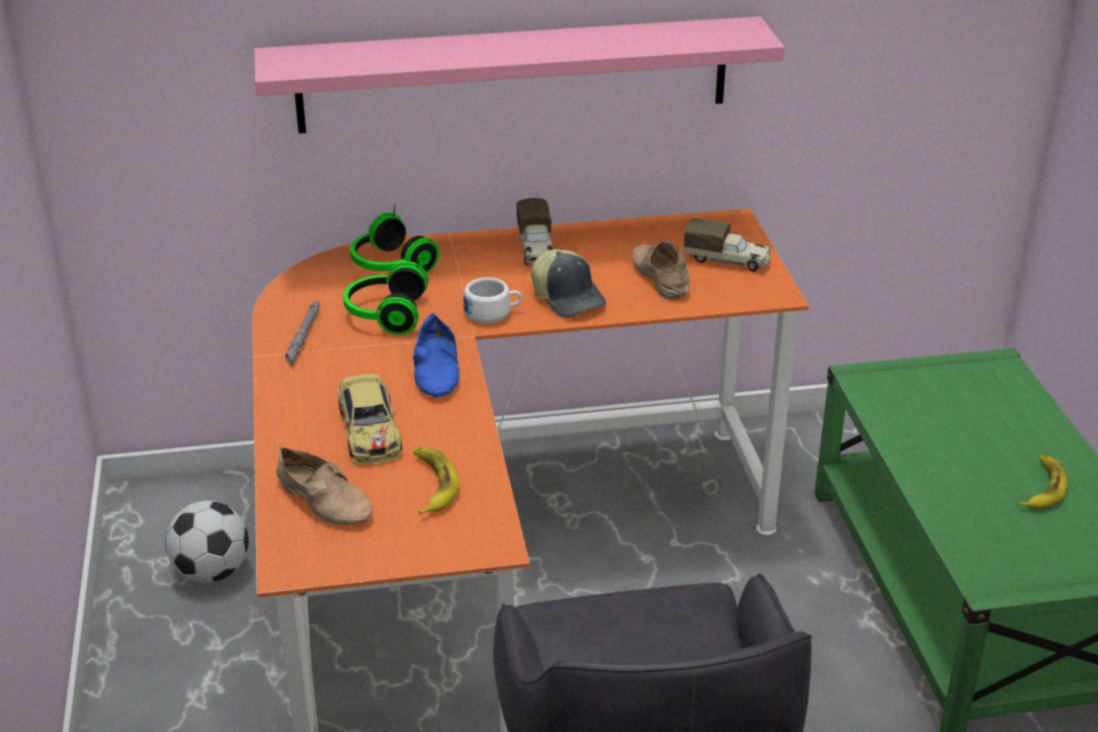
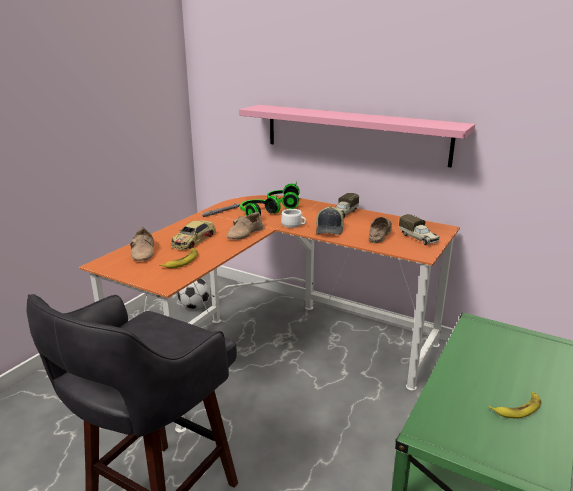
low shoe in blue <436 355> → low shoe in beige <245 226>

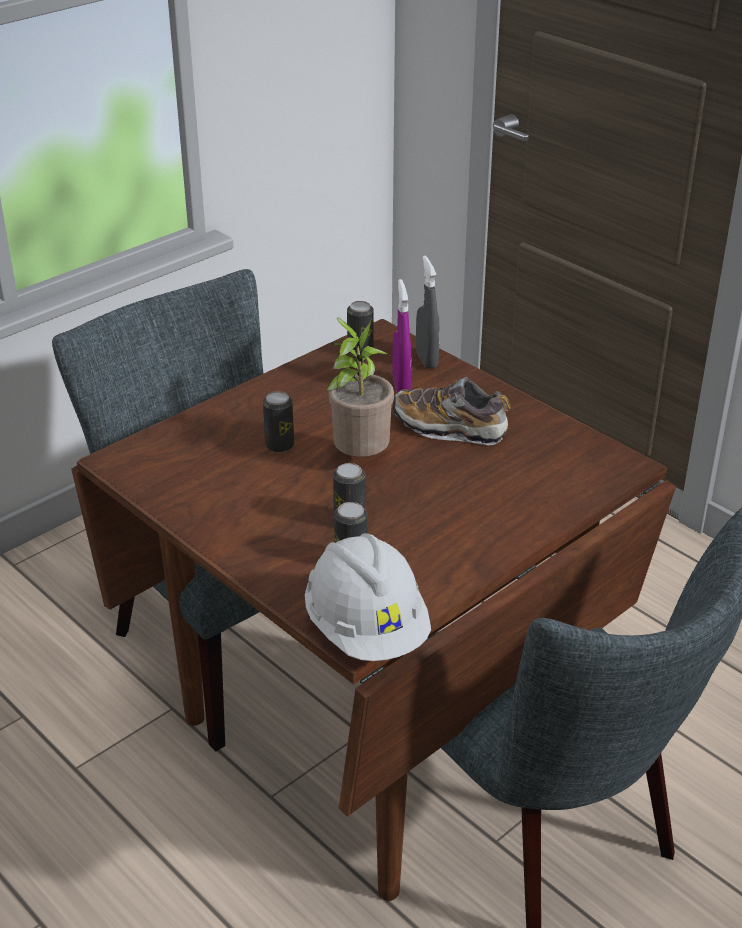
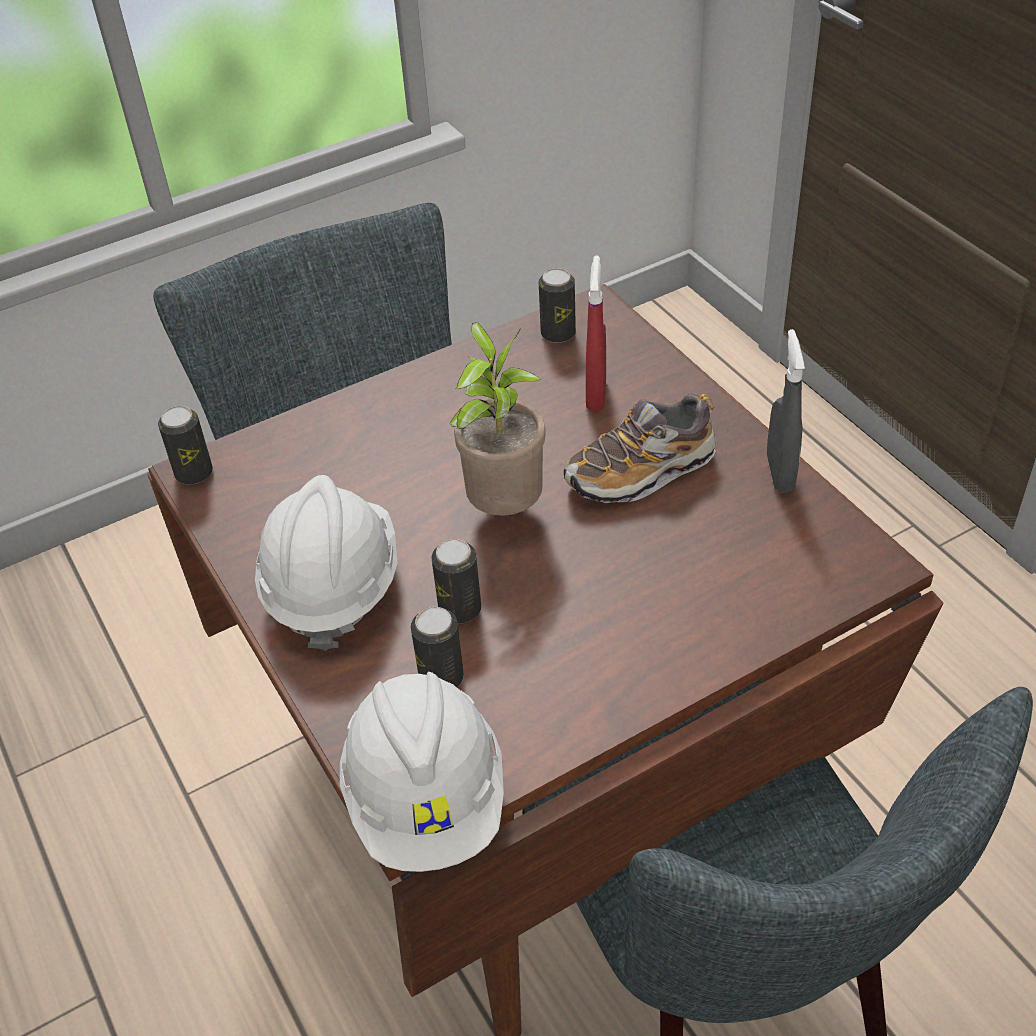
hand sprayer in gray <428 312> → hand sprayer in gray <786 410>, move
hand sprayer in purple-coloured <401 336> → hand sprayer in red <596 333>
low shoe <452 411> → low shoe <640 448>, 60 degrees counterclockwise
can <278 422> → can <185 445>, move
- → safety helmet in whitish <326 562>

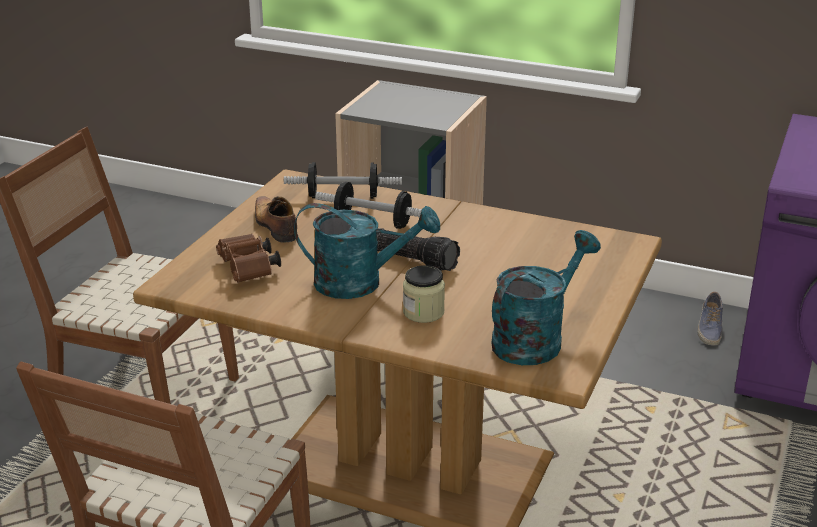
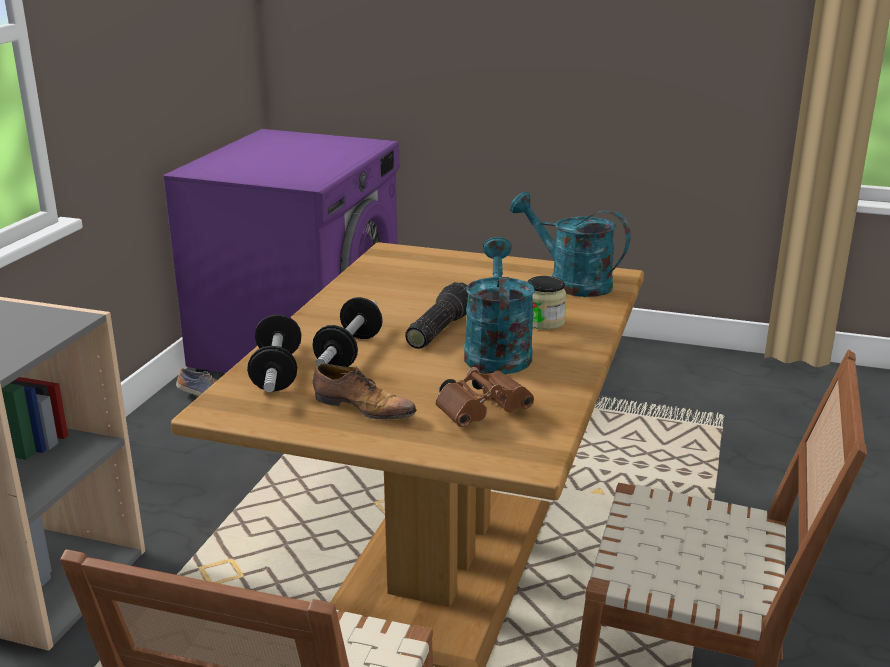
low shoe <276 219> → low shoe <365 391>, 120 degrees counterclockwise

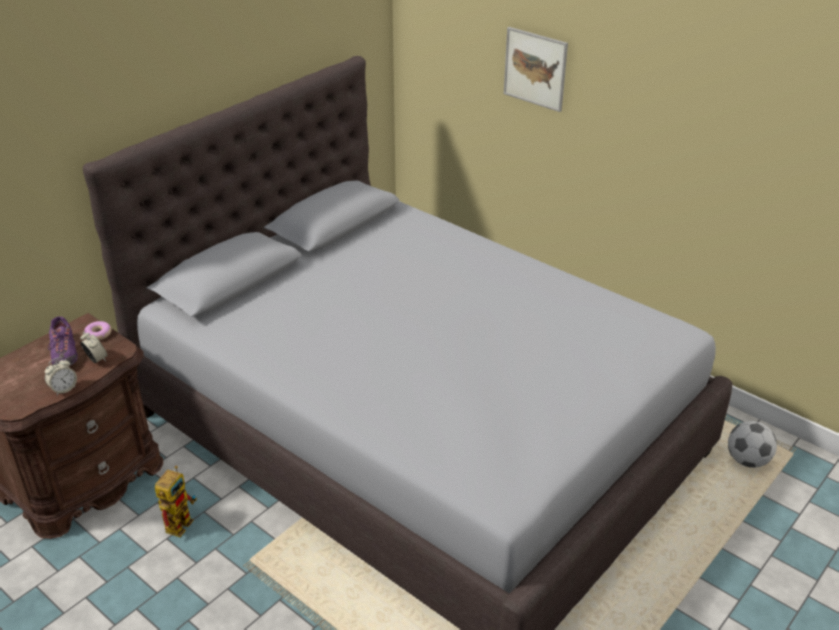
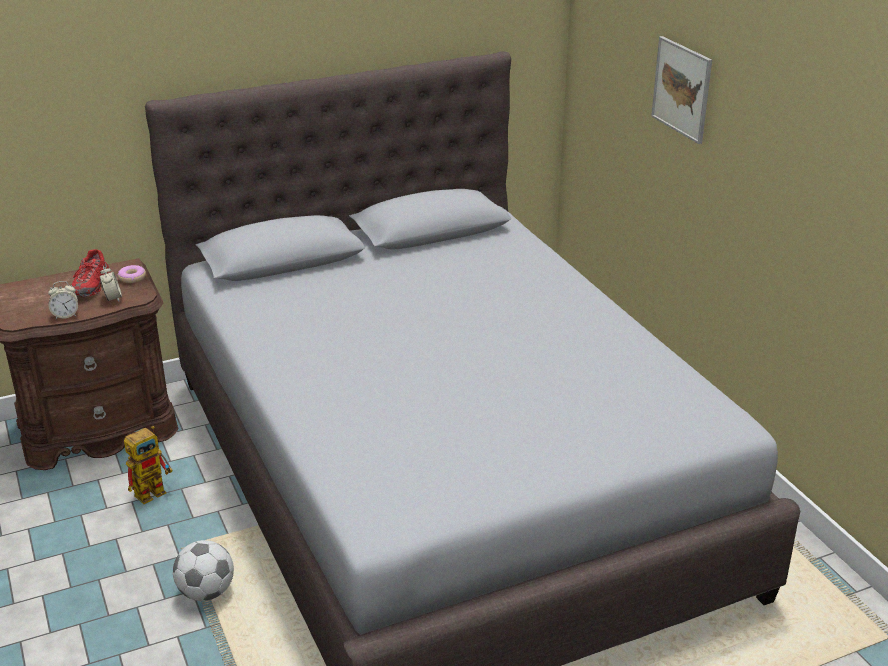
low shoe in purple-coloured <63 341> → low shoe in red <90 273>
ball for football <752 444> → ball for football <203 570>, move

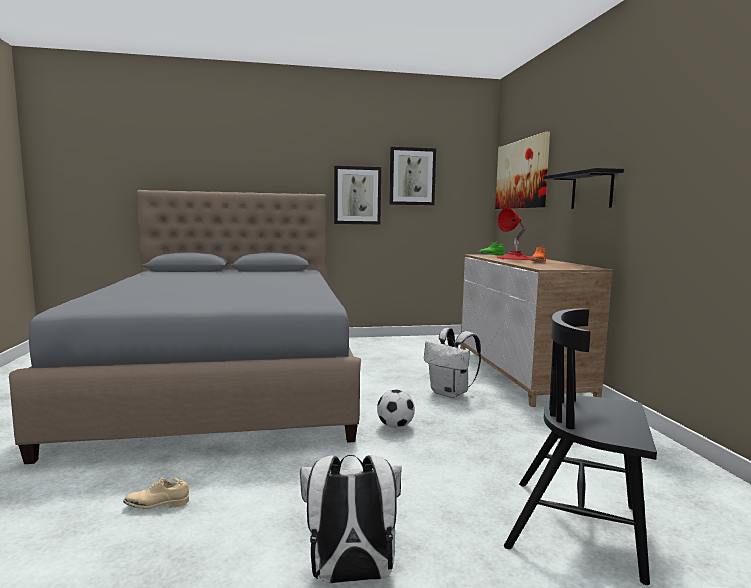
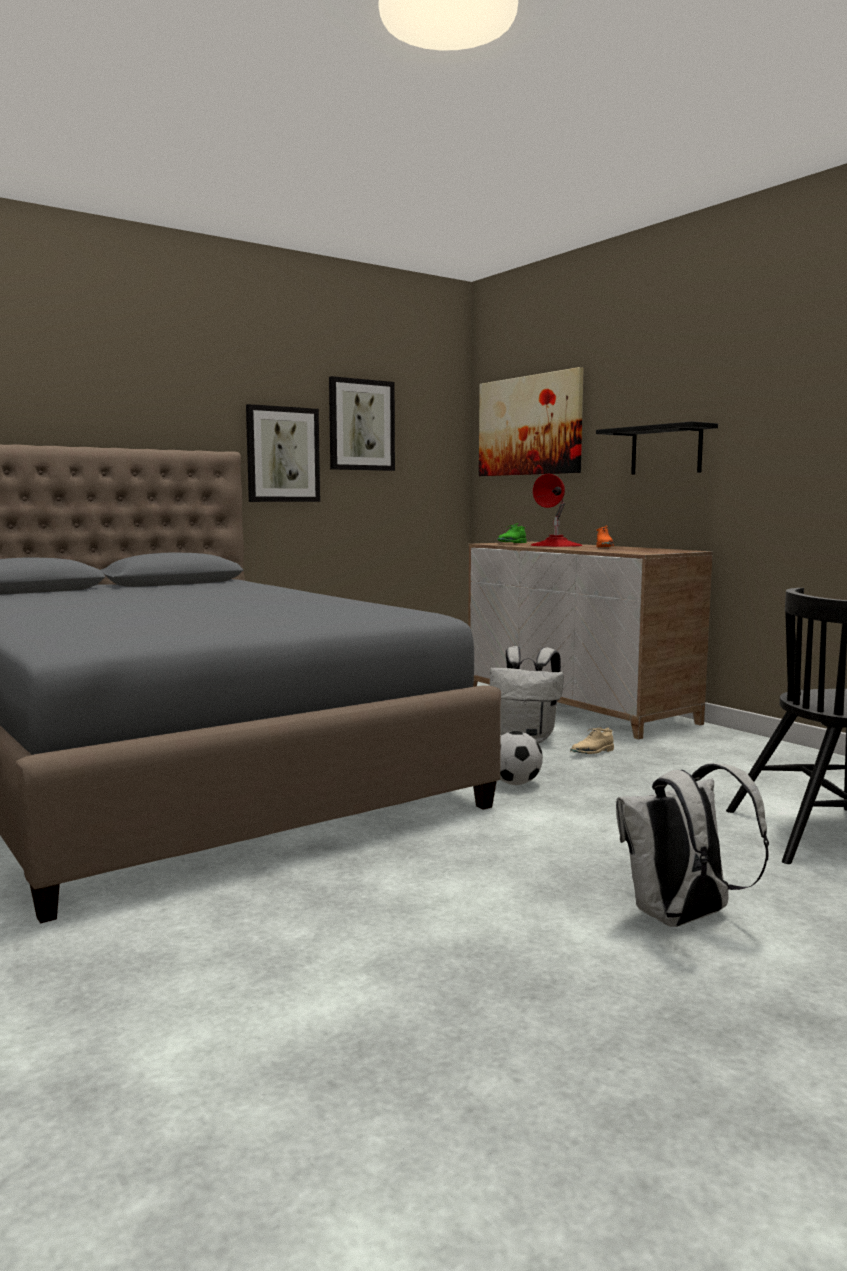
low shoe in beige <156 493> → low shoe in beige <592 740>, move

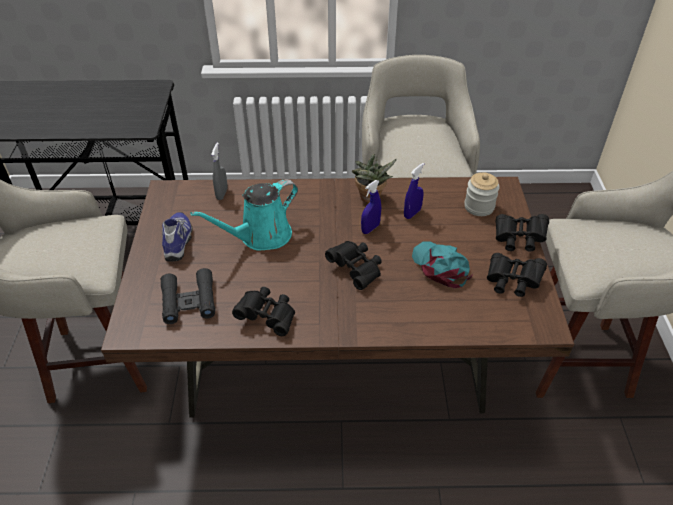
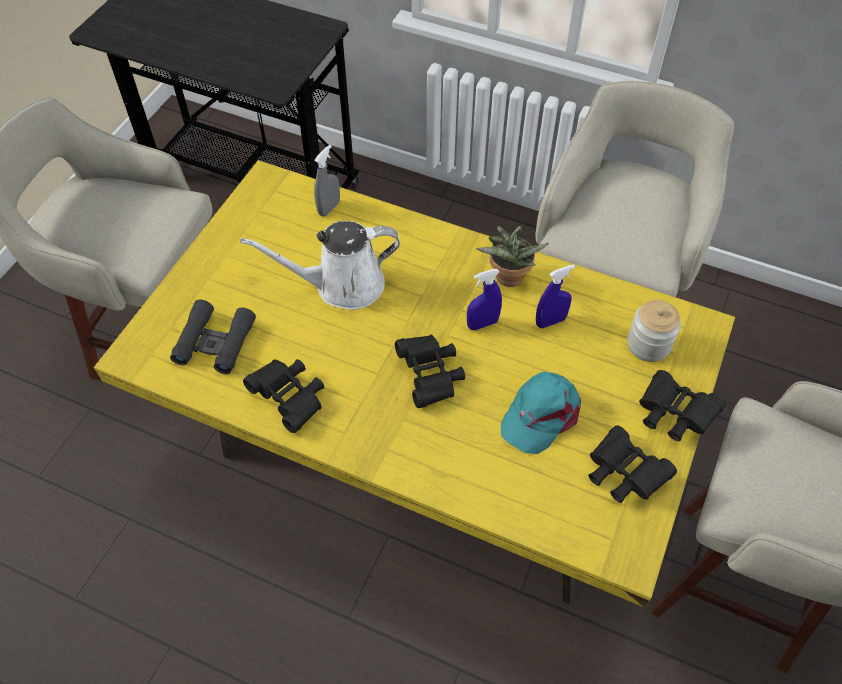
dining table in brownish <337 297> → dining table in yellowish <414 384>
watering can in turquoise <244 215> → watering can in whitish <320 265>
low shoe <177 237> → -
baseball cap in turquoise <442 265> → baseball cap in turquoise <541 413>, 135 degrees counterclockwise

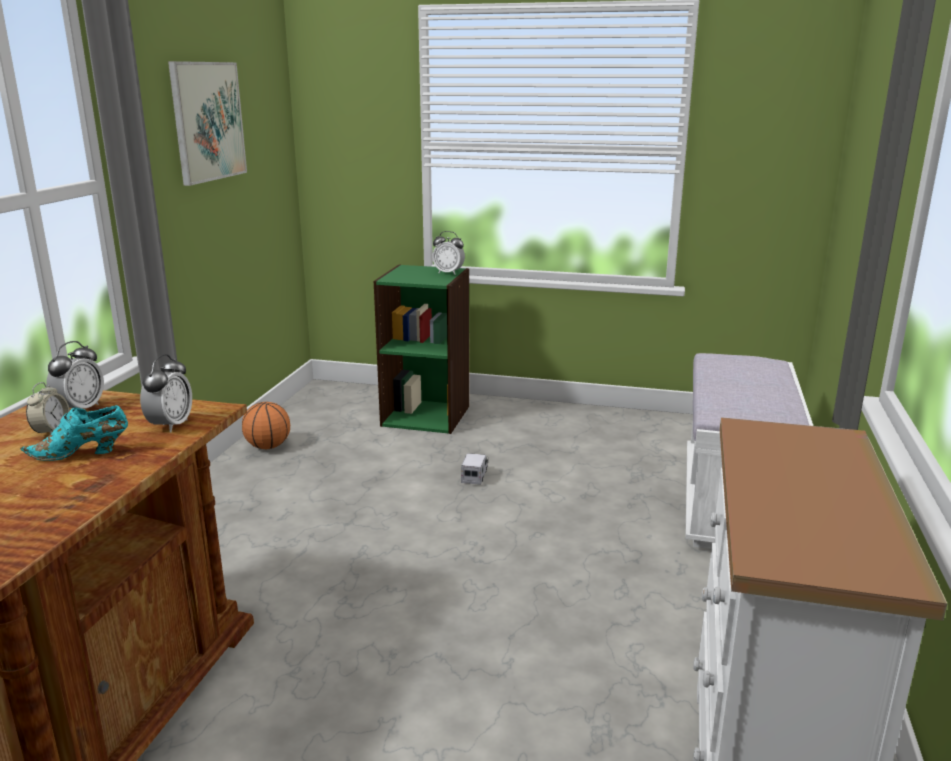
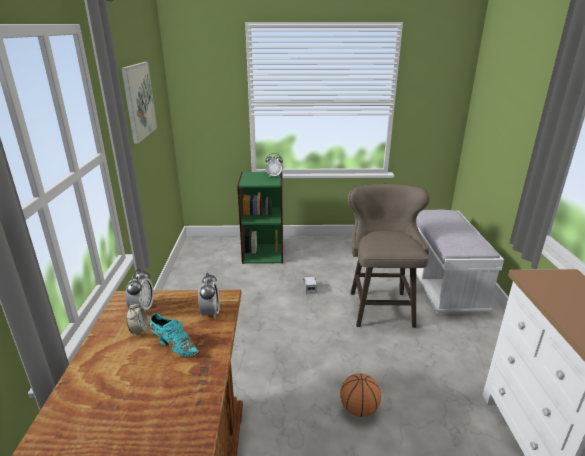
basketball <266 425> → basketball <360 395>, move
low shoe in turquoise <74 433> → low shoe in turquoise <174 335>, 120 degrees counterclockwise
- → stool seat in beige <389 255>

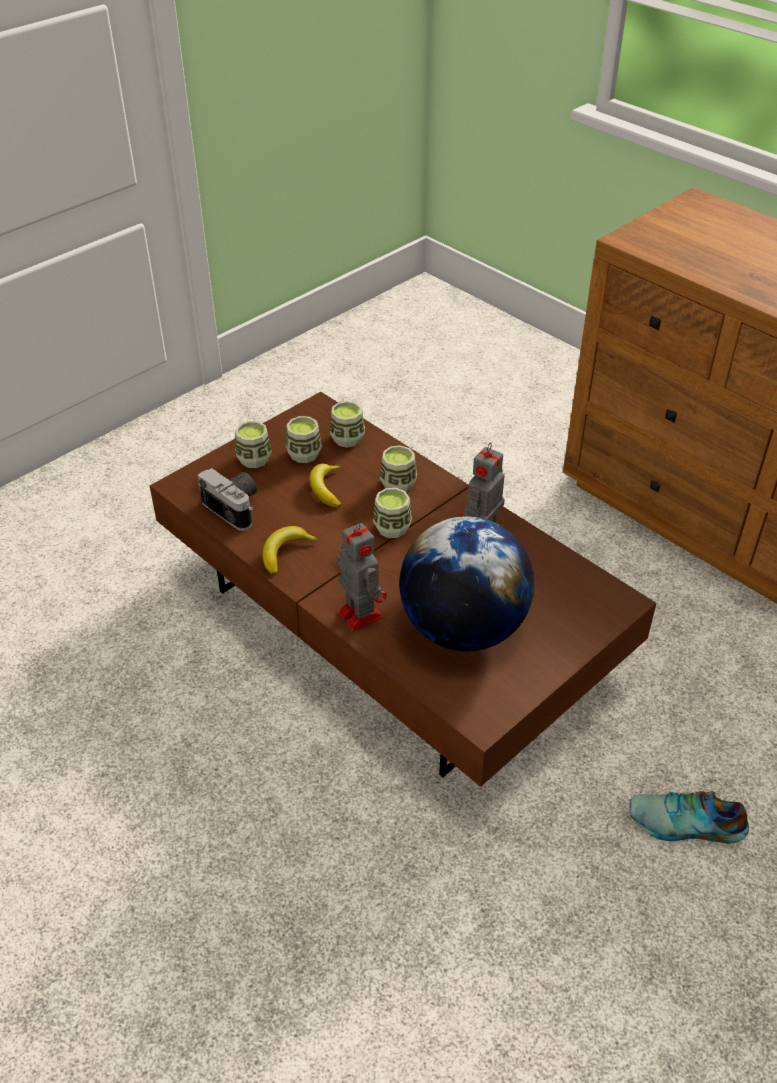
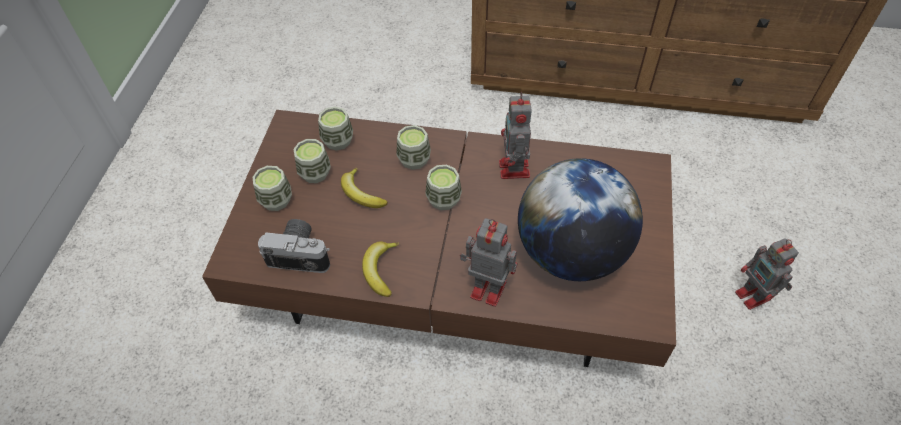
low shoe <689 817> → model robot <767 274>

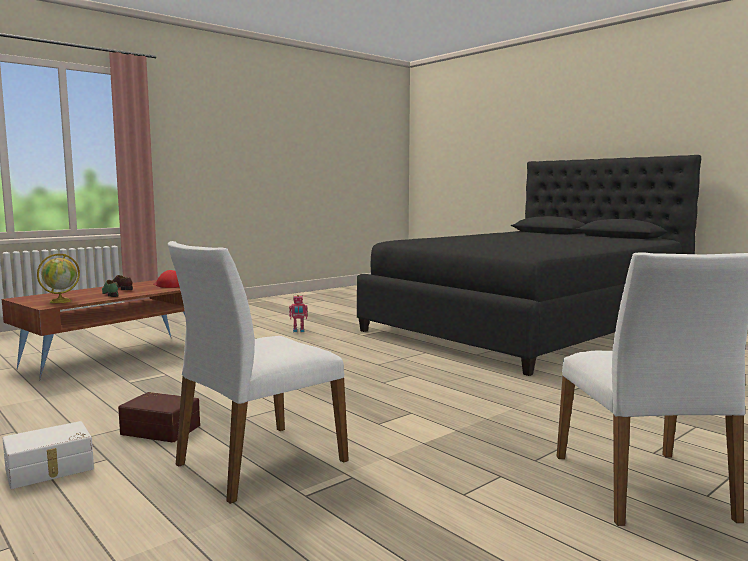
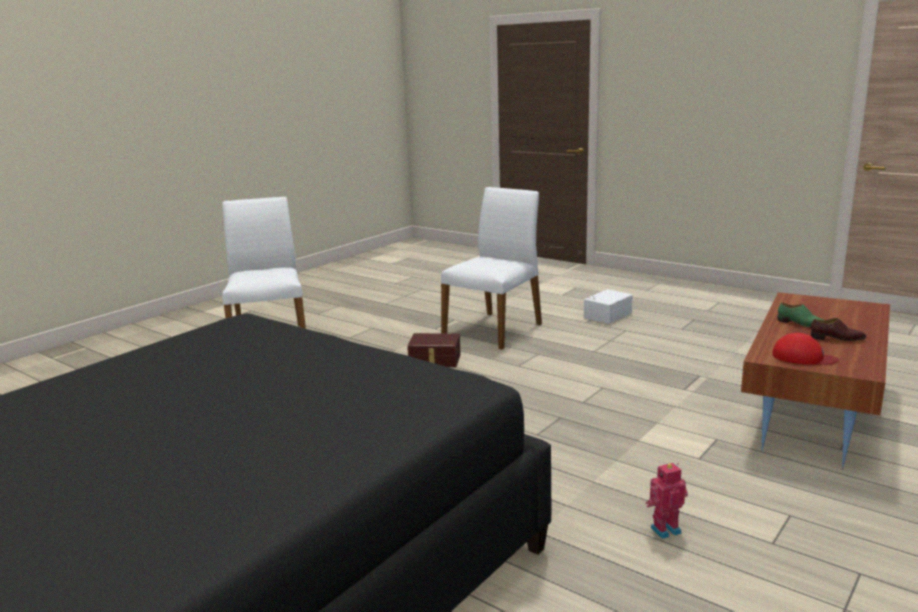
world globe <58 278> → -
storage box in brownish <159 417> → storage box in brownish <434 350>, move

